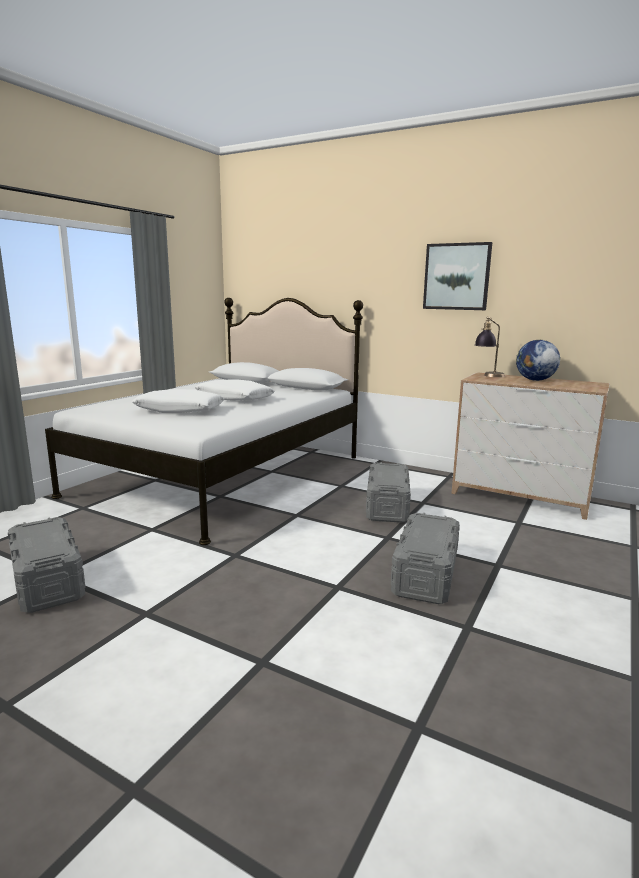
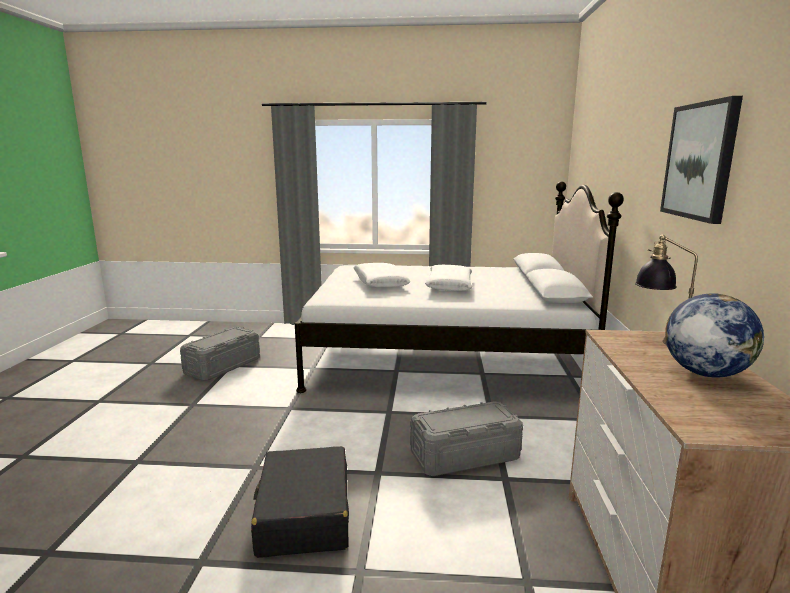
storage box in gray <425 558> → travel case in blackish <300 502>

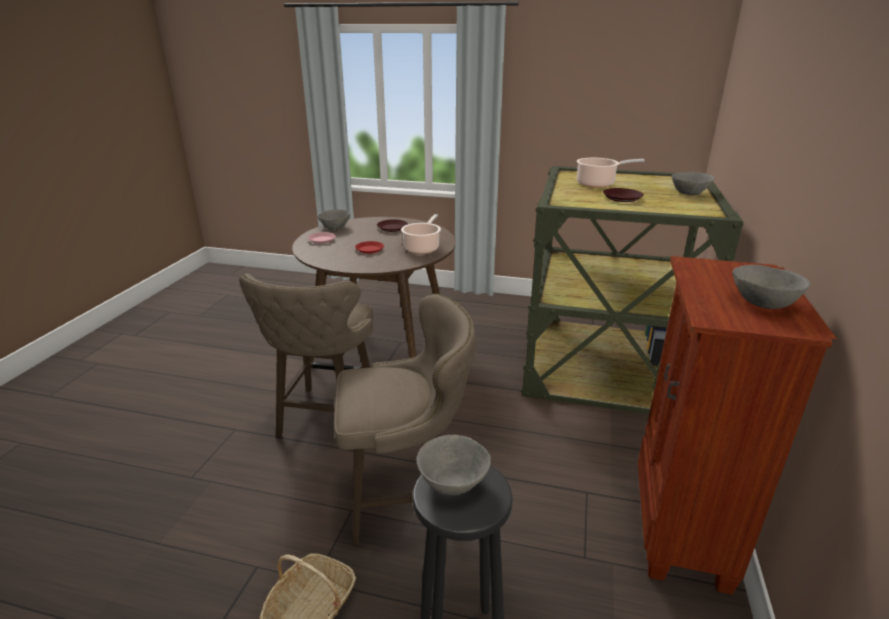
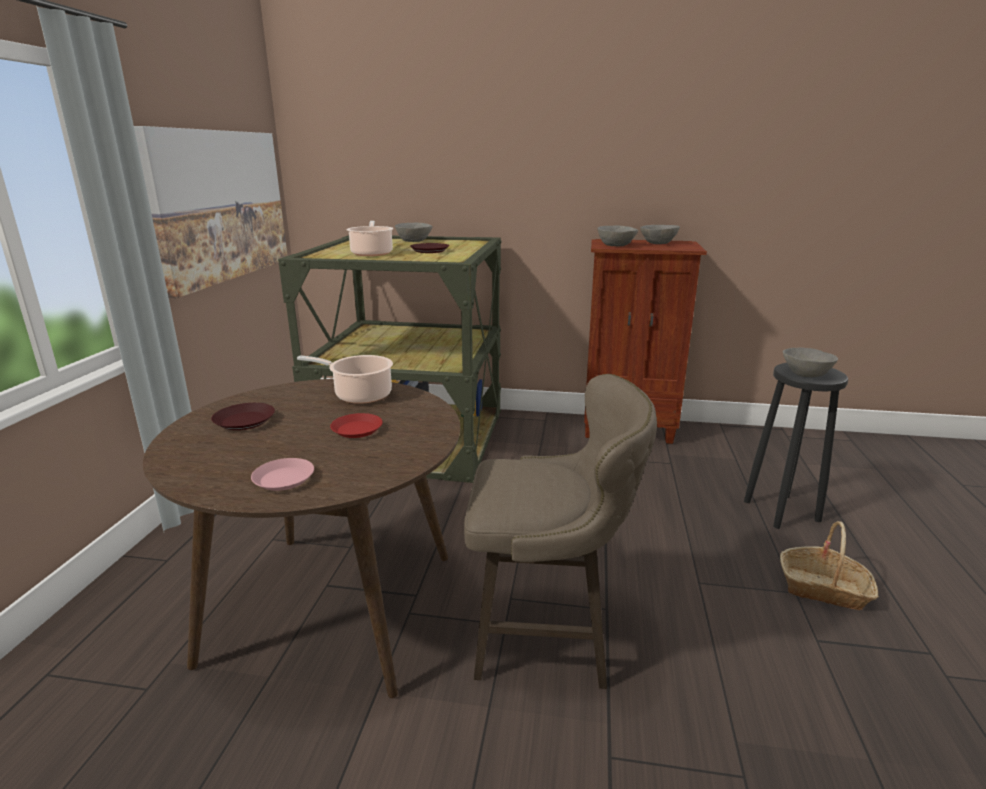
bowl in gray <334 219> → bowl in gray <617 236>, move
stool seat in beige <405 419> → -
- → picture <210 212>

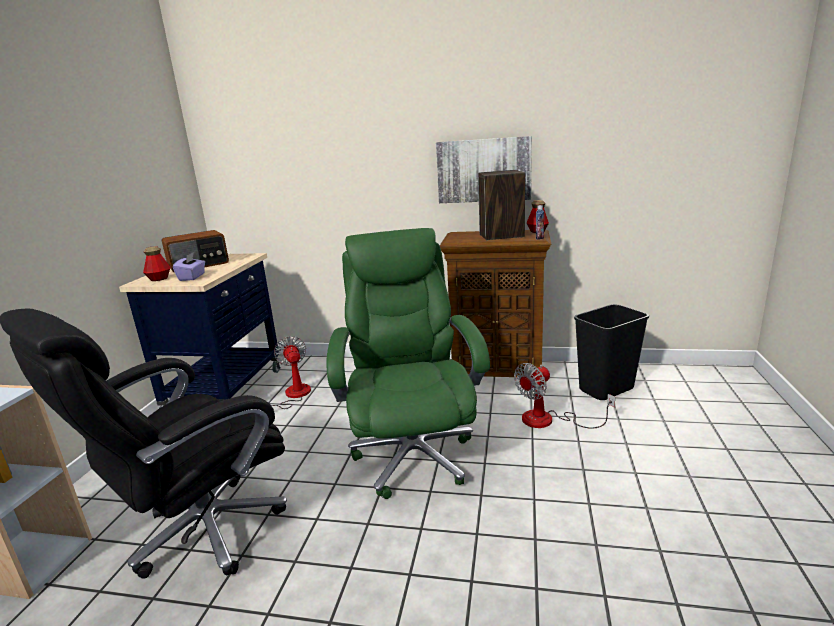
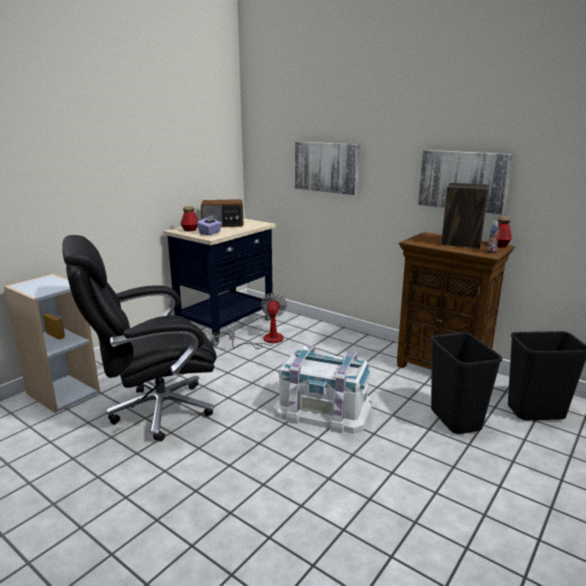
desk chair in greenish <408 363> → storage box in whitish <323 389>
electric fan <564 396> → trash can in blackish <466 383>
- → picture <327 168>

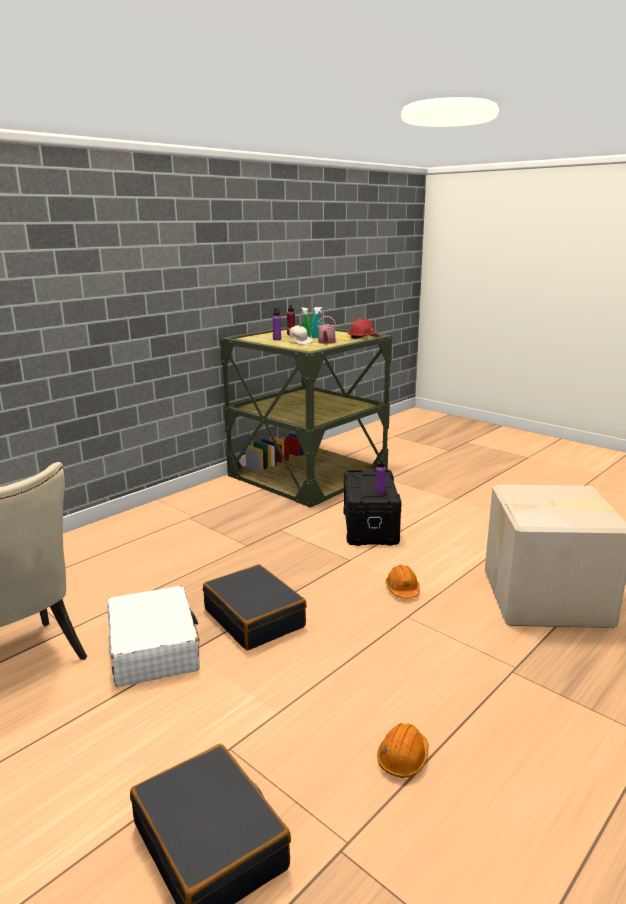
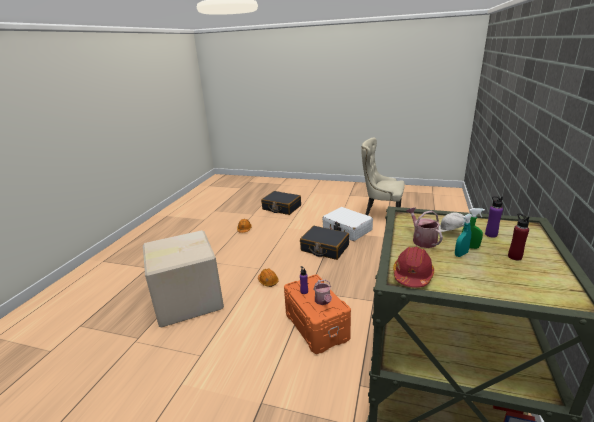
storage box in blackish <372 508> → storage box in orange-coloured <317 314>
- → watering can <323 292>

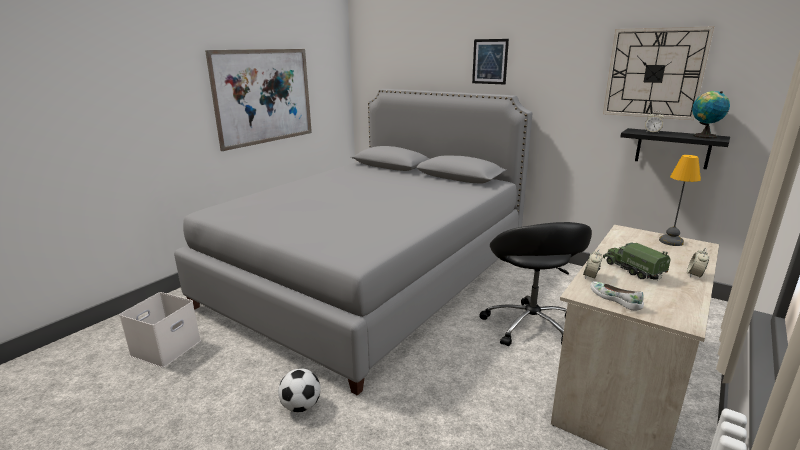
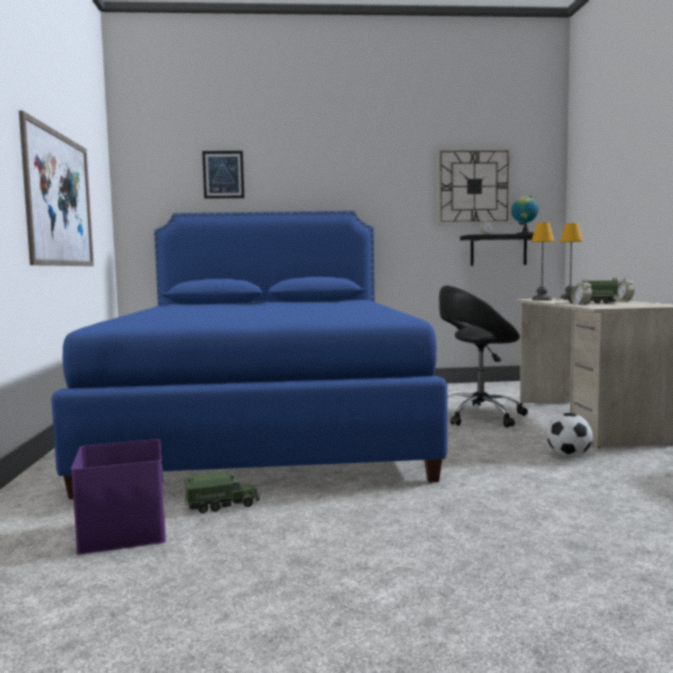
picture <490 62> → picture <223 175>, move
bedroom bed in gray <353 242> → bedroom bed in blue <249 355>
desk chair in blackish <535 284> → desk chair in blackish <483 356>, 120 degrees clockwise
low shoe in whitish <617 296> → -
storage box in whitish <160 330> → storage box in purple-coloured <118 496>
ball for football <299 391> → ball for football <570 435>, move
- → tabletop lamp <542 261>
- → model truck <222 492>

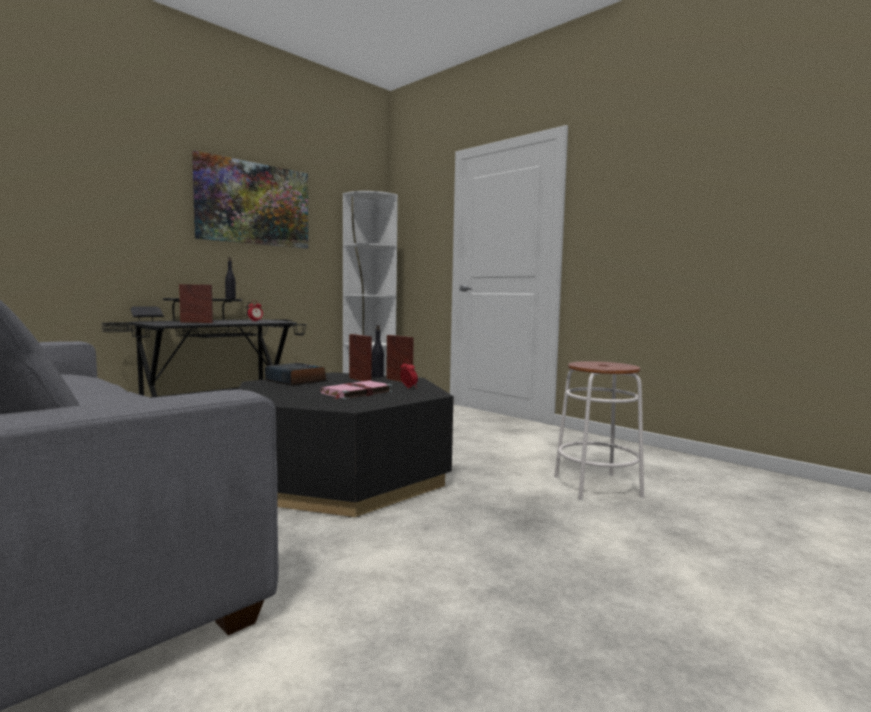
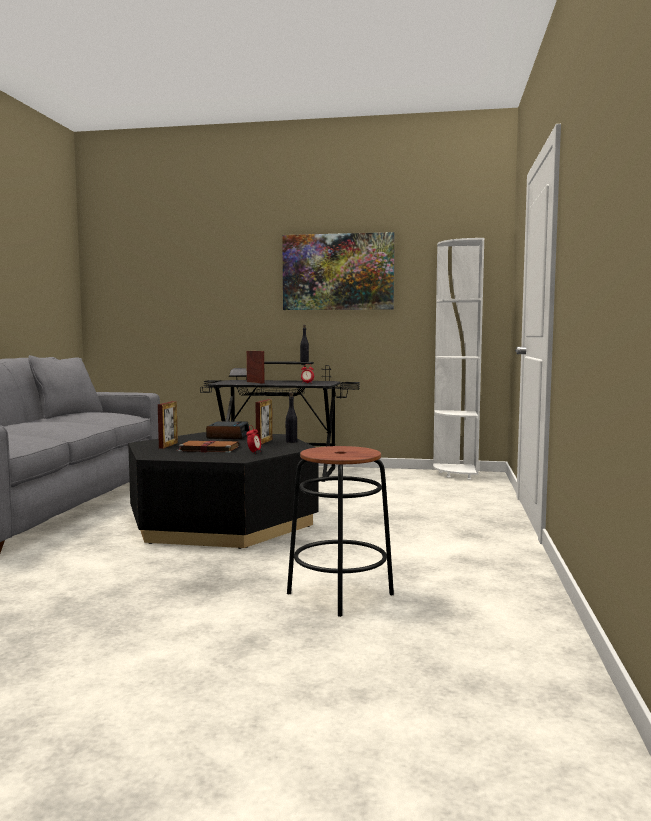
photo frame <400 358> → photo frame <168 425>, move
stool seat in whitish <599 430> → stool seat in blackish <340 531>
book in pink-coloured <356 390> → book in brownish <208 447>

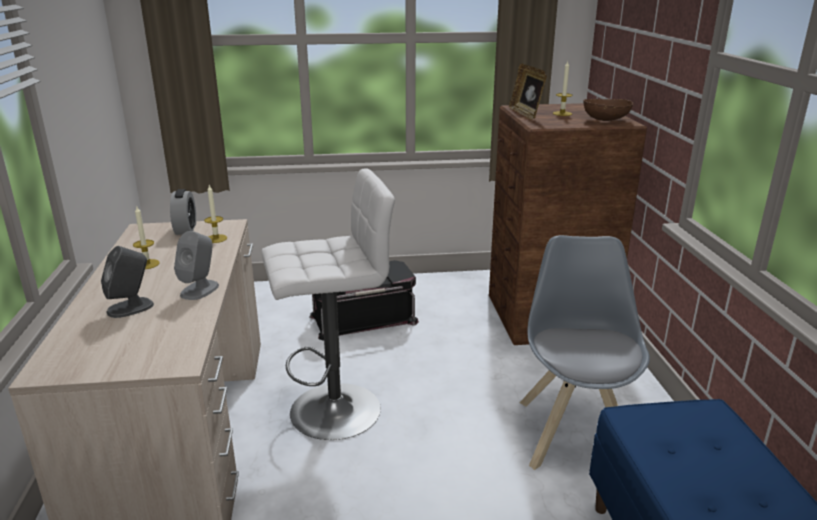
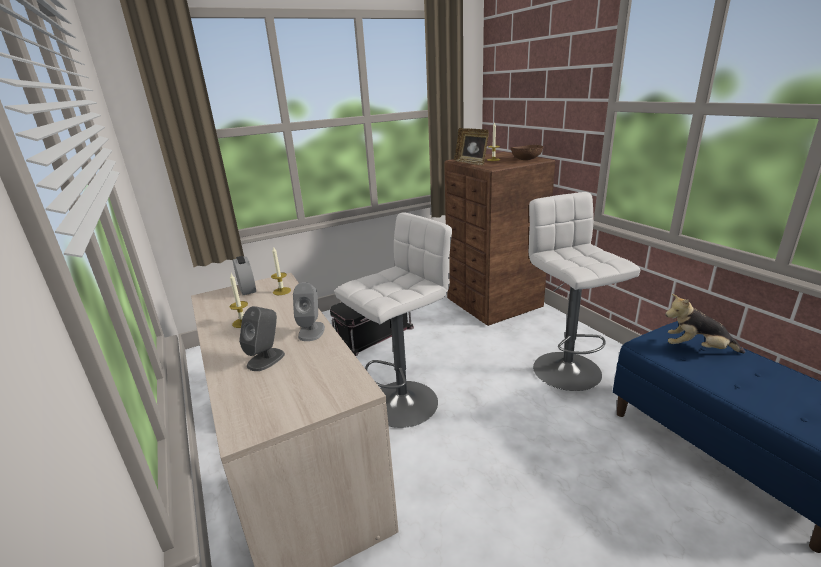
plain chair in gray <585 352> → stool seat in whitish <584 291>
- → plush toy <705 323>

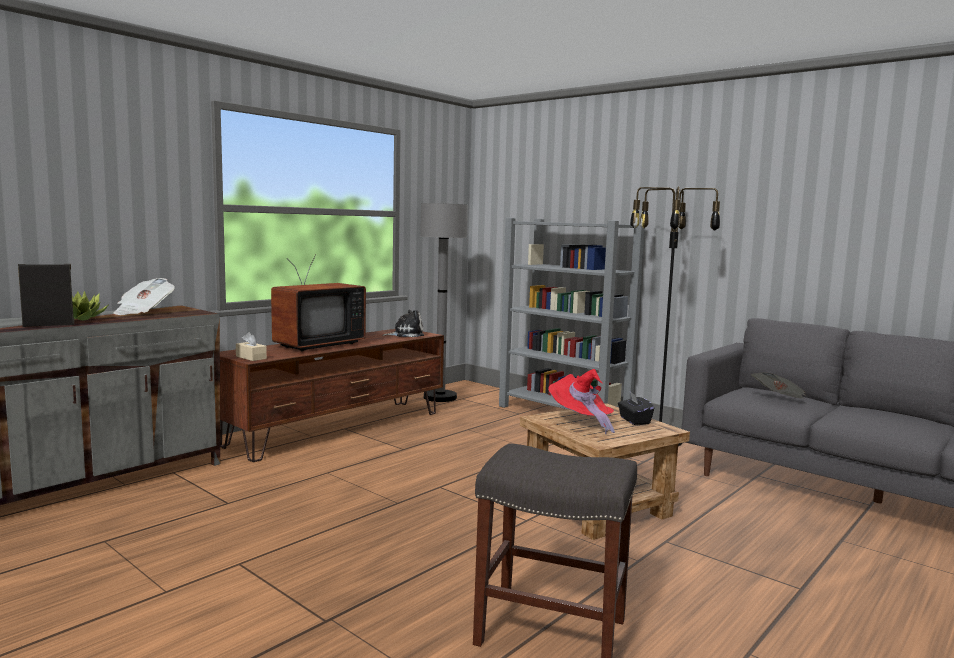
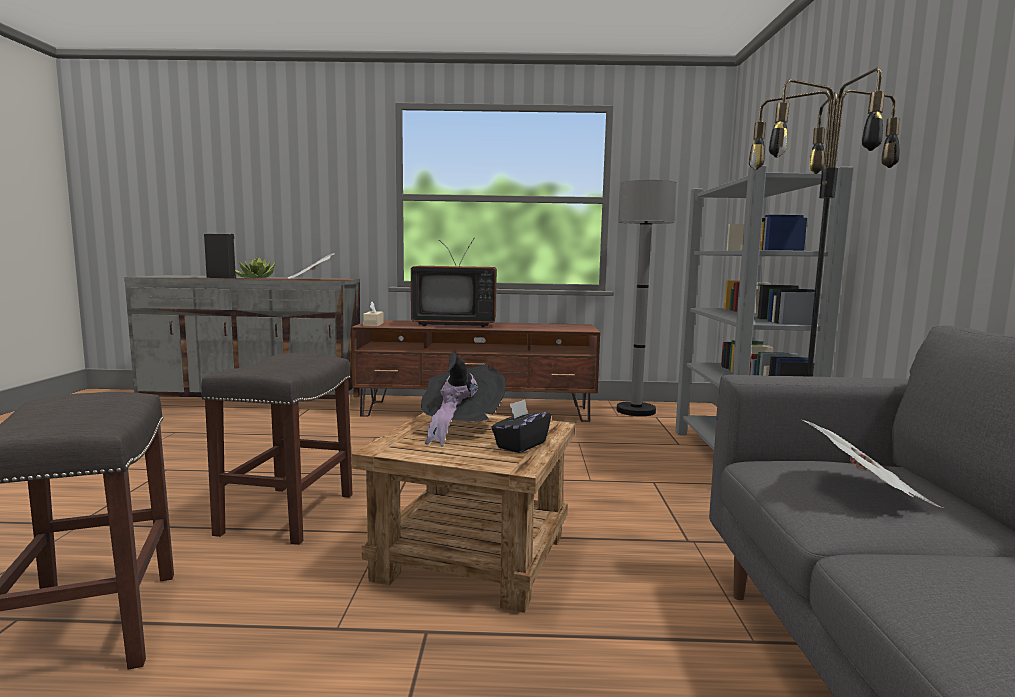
plush toy <403 323> → -
hat in red <581 401> → hat in blackish <463 399>
- → stool seat in gray <276 449>

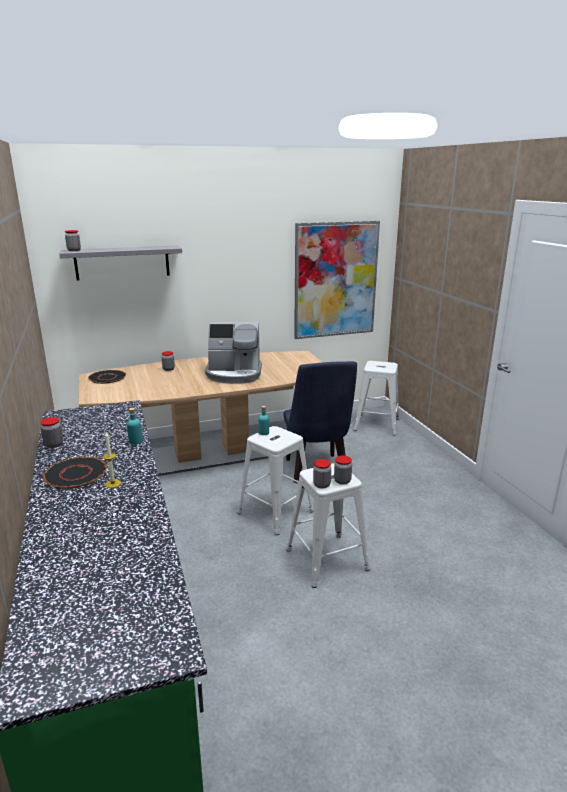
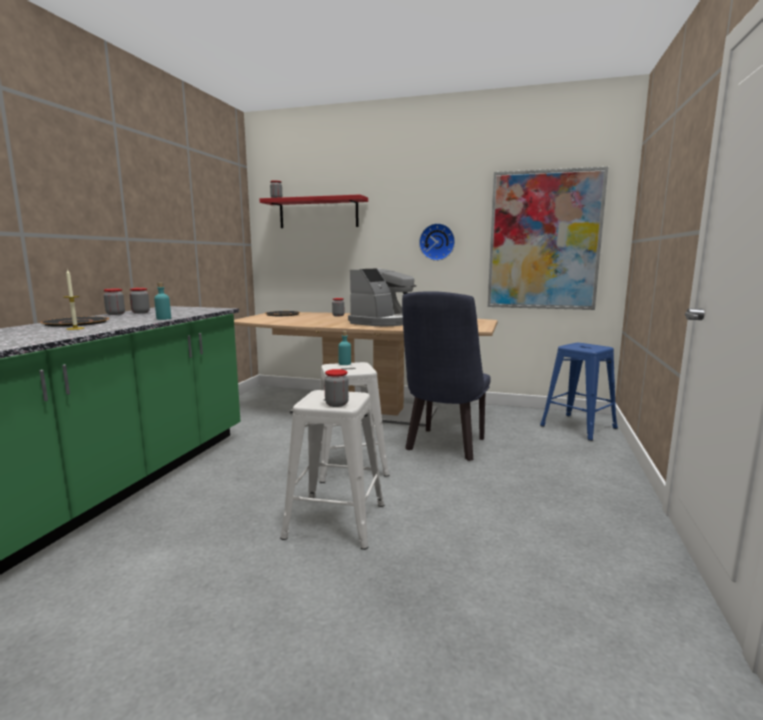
bracket shelf in gray <120 263> → bracket shelf in red <314 211>
coffee maker <233 353> → coffee maker <382 297>, 90 degrees counterclockwise
stool seat in whitish <376 398> → stool seat in blue <579 392>
jar <322 474> → jar <139 301>, move
- → hanging clock <437 242>

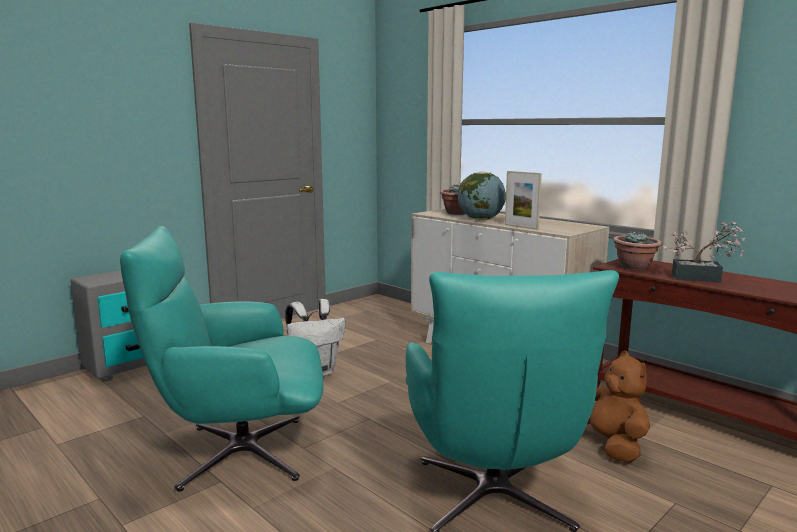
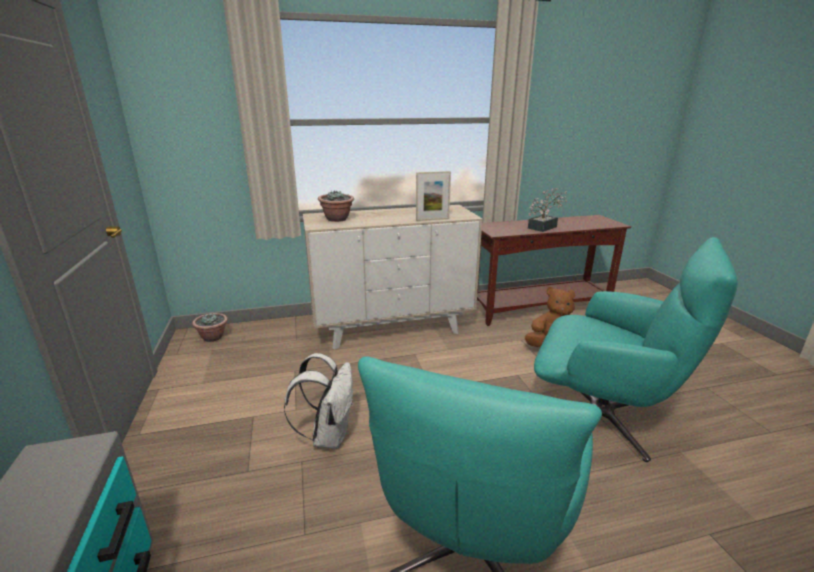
world globe <482 196> → -
houseplant <637 250> → houseplant <210 327>, move

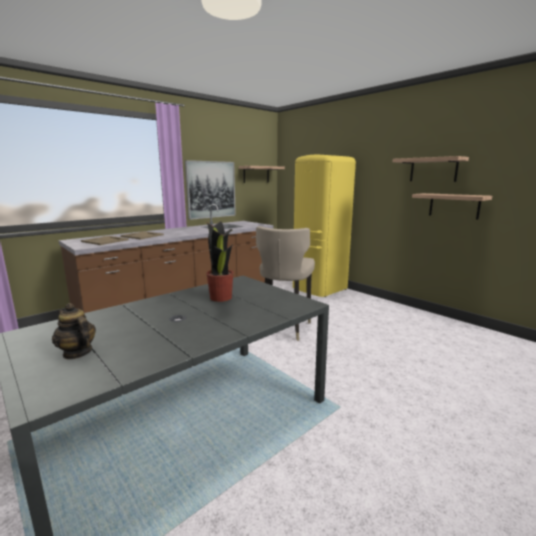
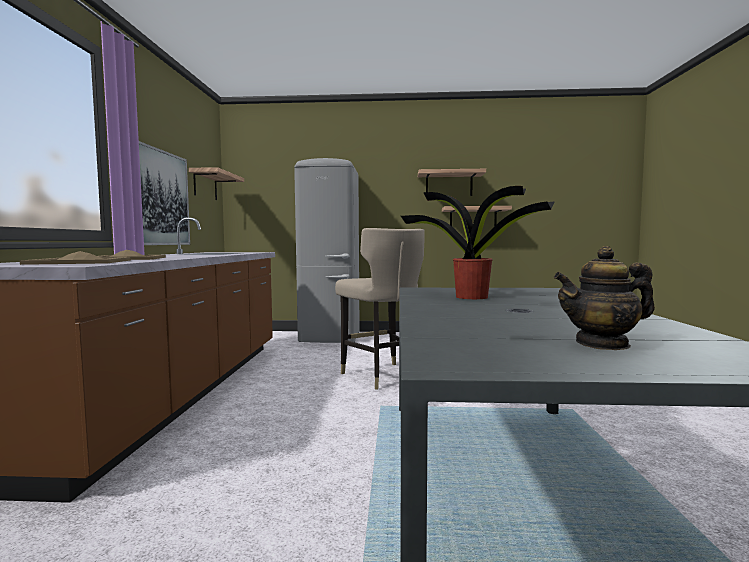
kitchen fridge in yellowish <324 226> → kitchen fridge in gray <327 250>

